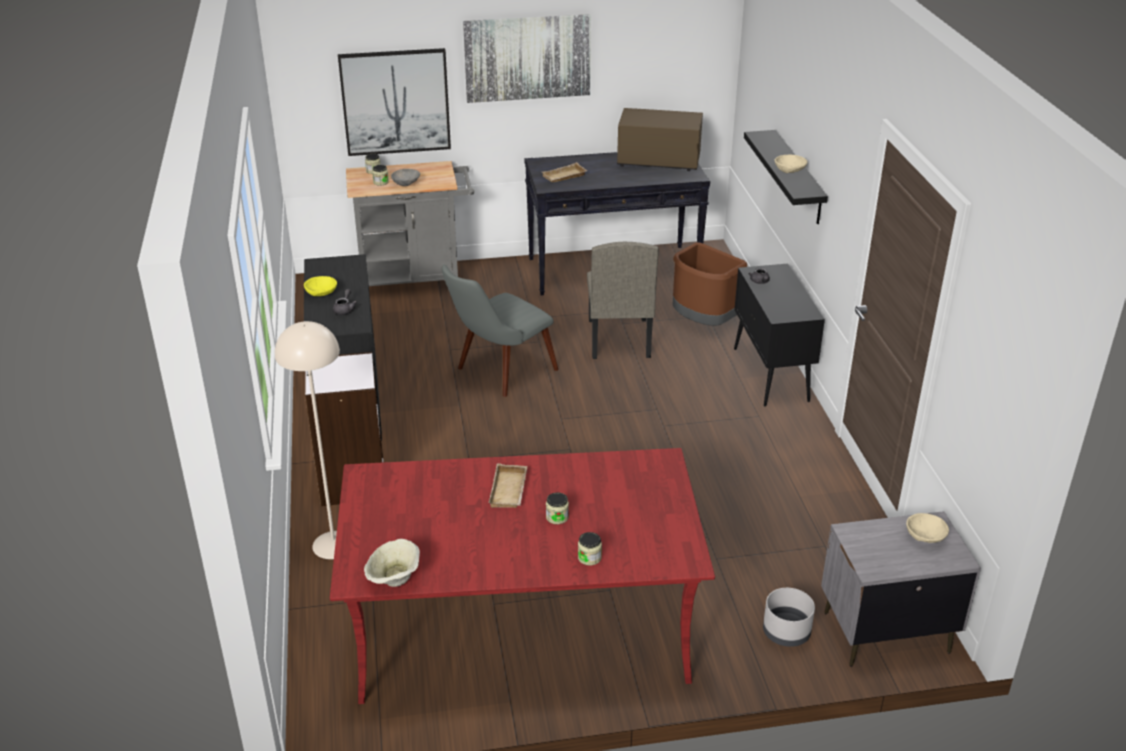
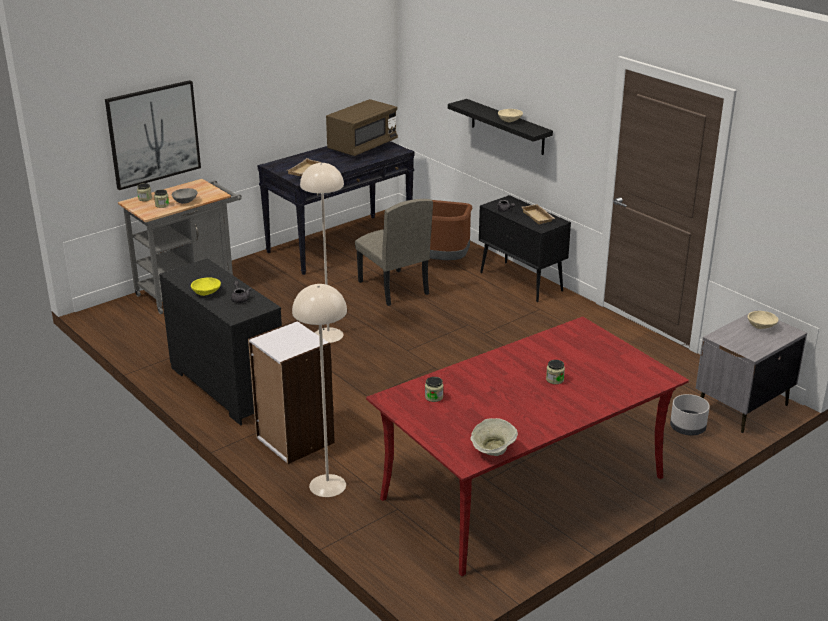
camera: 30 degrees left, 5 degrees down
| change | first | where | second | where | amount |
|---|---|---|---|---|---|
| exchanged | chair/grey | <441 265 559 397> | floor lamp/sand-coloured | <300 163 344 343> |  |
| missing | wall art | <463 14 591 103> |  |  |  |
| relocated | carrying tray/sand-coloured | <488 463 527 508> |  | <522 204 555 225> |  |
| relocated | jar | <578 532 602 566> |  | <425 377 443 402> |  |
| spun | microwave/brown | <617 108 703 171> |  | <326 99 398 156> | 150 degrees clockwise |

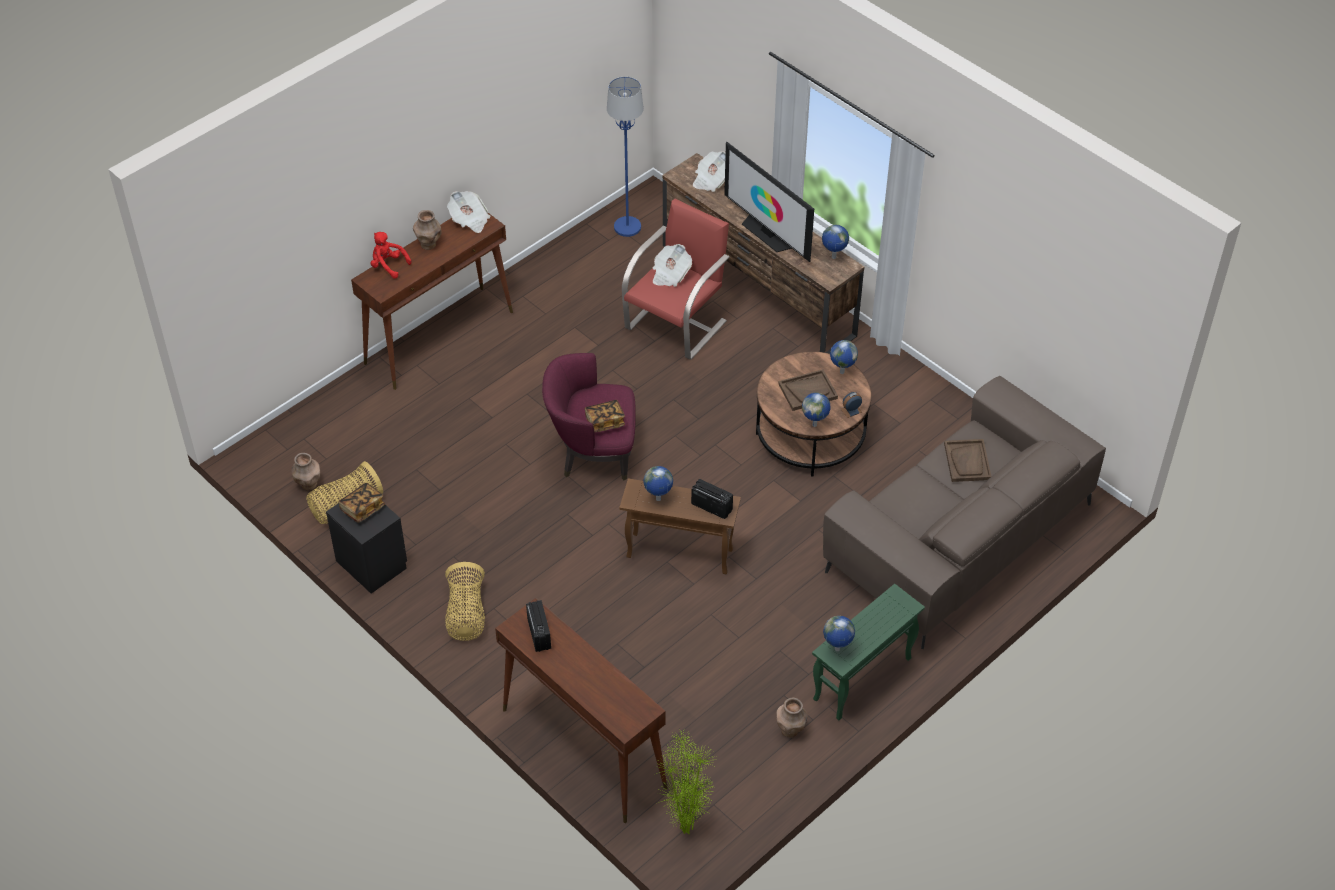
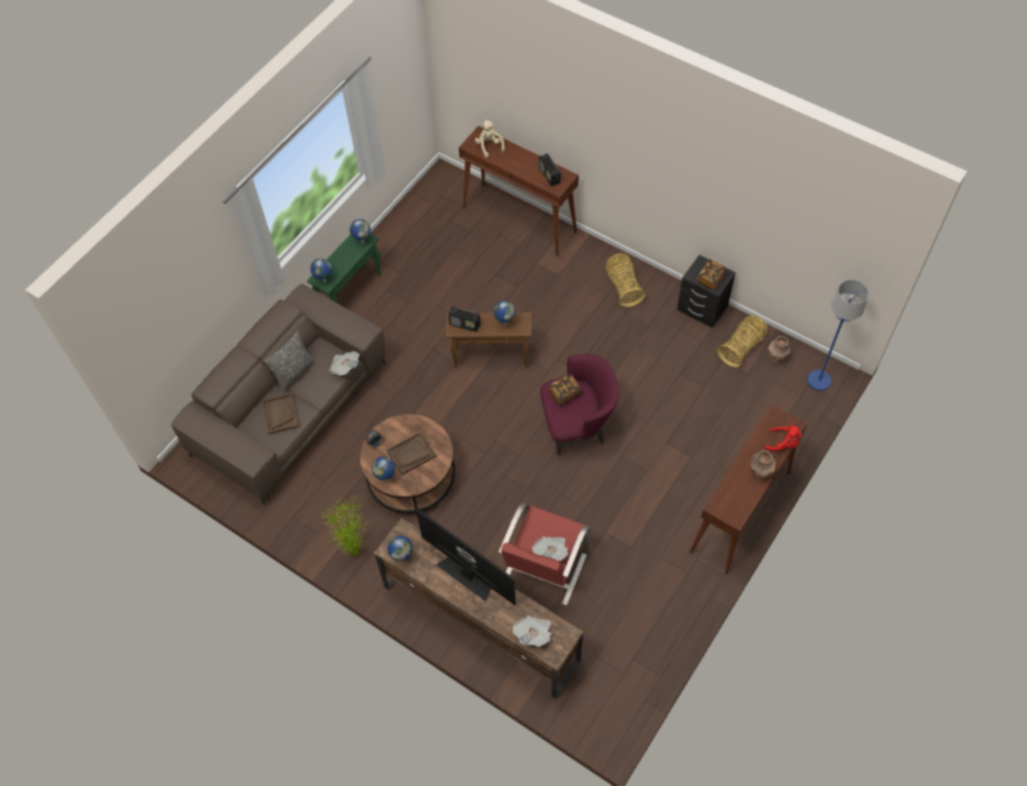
camera: 170 degrees right, 10 degrees up
| change | first | where | second | where | amount |
|---|---|---|---|---|---|
| relocated | printed paper | <447 191 491 233> |  | <329 351 360 375> |  |
| relocated | floor lamp/blue | <607 77 644 237> |  | <807 280 868 391> |  |
| relocated | houseplant | <655 728 717 834> |  | <321 496 368 557> |  |
| missing | flower vase/brown | <776 698 808 738> |  |  |  |
| relocated | desk globe | <802 393 831 427> |  | <310 258 332 283> |  |
| appeared |  |  | throw pillow | <264 331 316 392> |  |
| appeared |  |  | soft toy/sand-coloured | <475 120 505 158> |  |

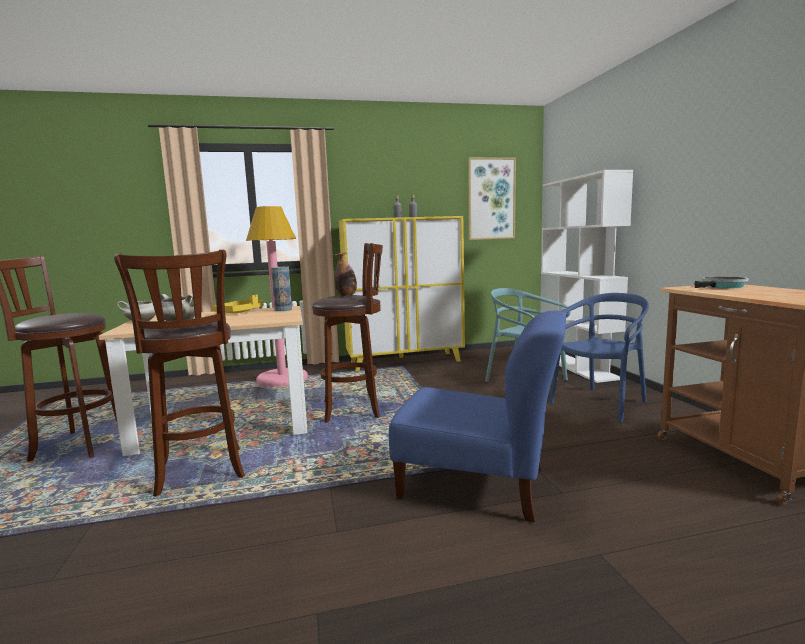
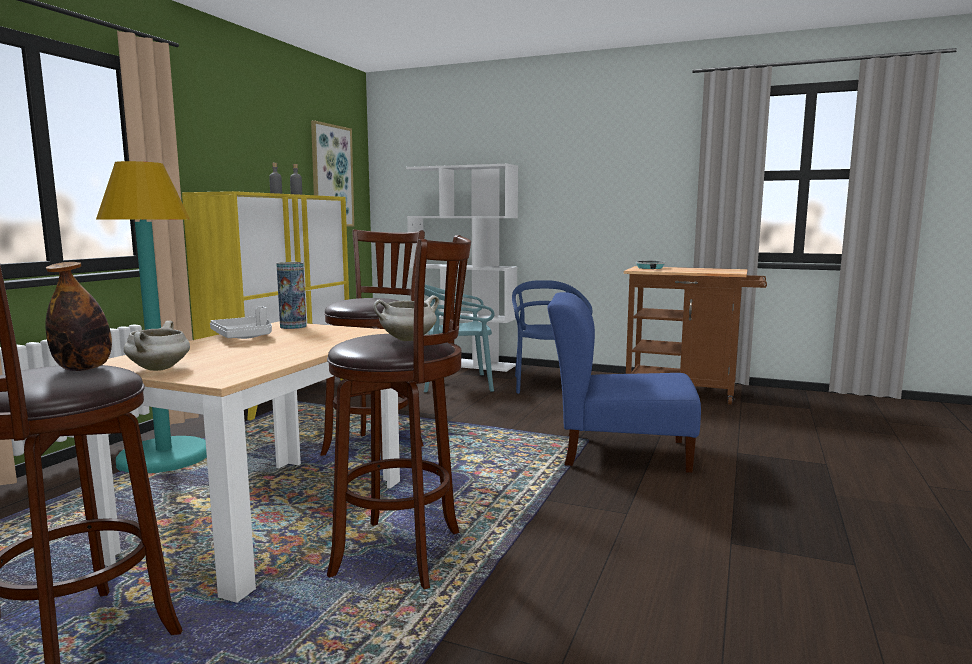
camera: 55 degrees left, 0 degrees up
| change | first | where | second | where | amount |
|---|---|---|---|---|---|
| colour | carrying tray/yellow-coloured | <212 294 264 313> | carrying tray/grey | <210 306 272 339> |  |
| colour | floor lamp/pinkish | <246 206 308 387> | floor lamp/blue-green | <96 161 207 473> |  |
| relocated | beverage bottle | <334 252 357 296> |  | <45 262 112 371> |  |
| spun | chair/blue | <389 310 566 522> |  | <548 292 701 473> | 135 degrees counterclockwise |

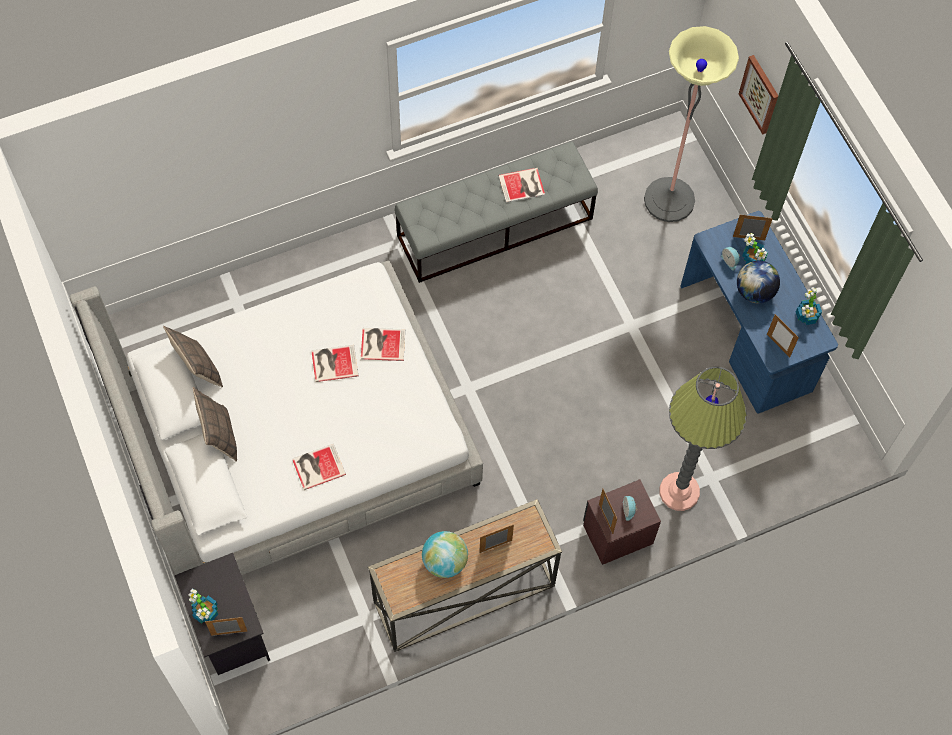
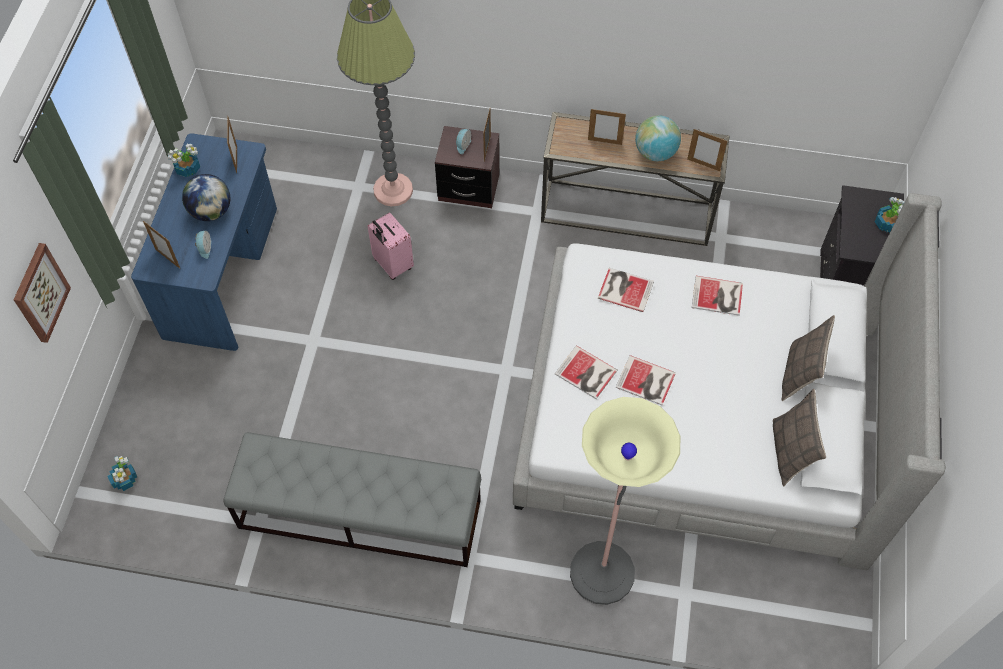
camera: 145 degrees left, 5 degrees down
| change | first | where | second | where | amount |
|---|---|---|---|---|---|
| relocated | photo frame | <205 617 248 636> |  | <687 129 728 171> |  |
| relocated | book | <498 168 545 203> |  | <598 268 654 312> |  |
| relocated | floor lamp | <644 26 739 222> |  | <570 397 680 605> |  |
| relocated | houseplant | <742 233 768 264> |  | <107 456 137 491> |  |
| appeared |  |  | suitcase/pinkish | <368 212 414 280> |  |

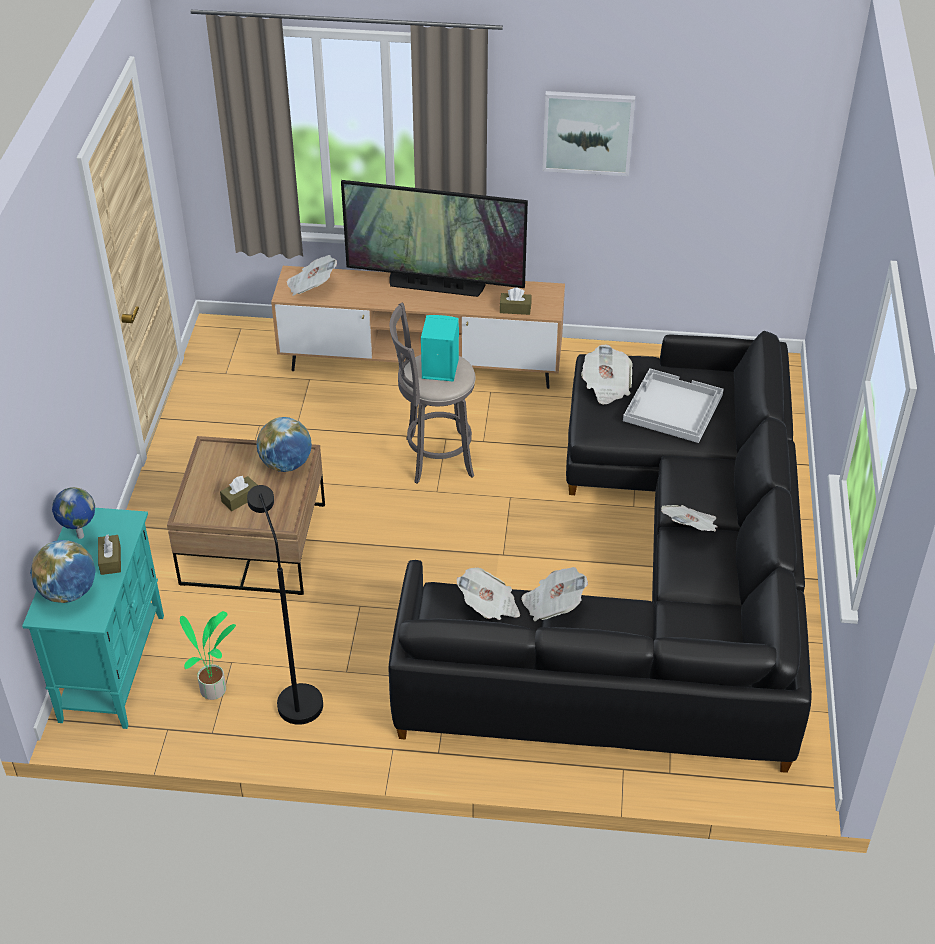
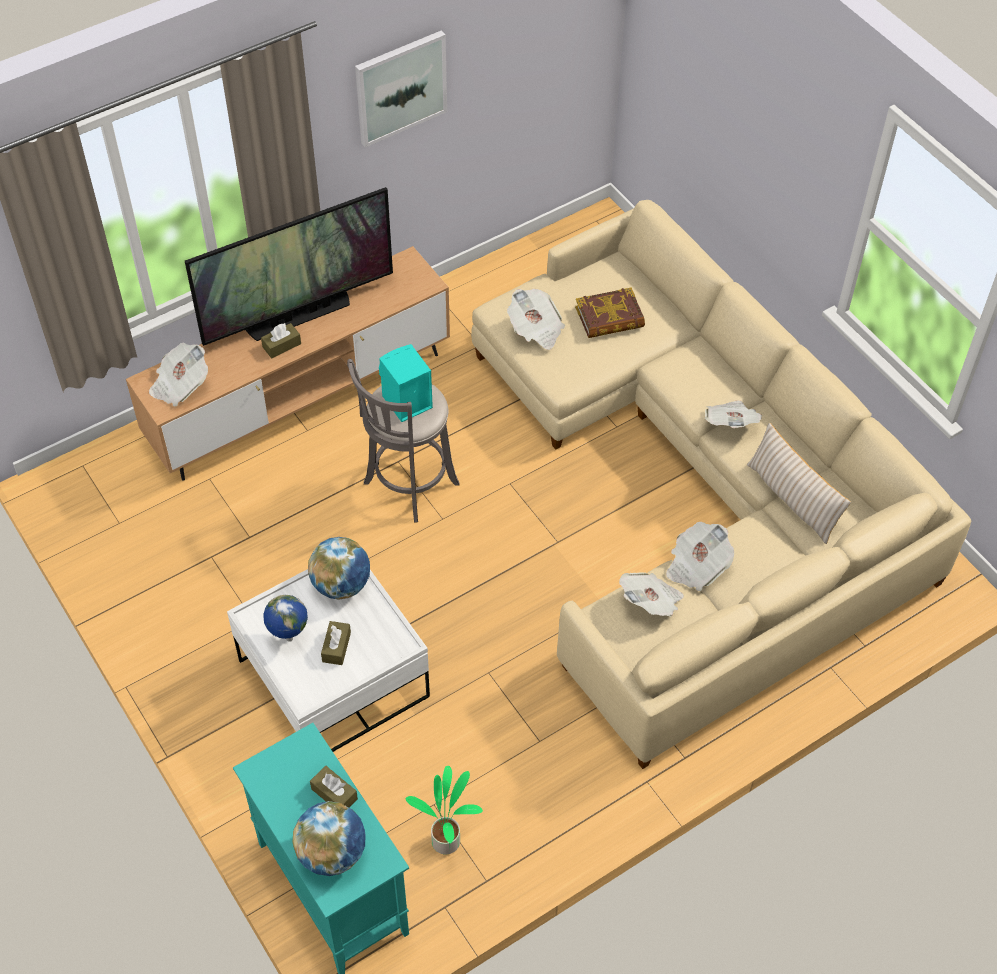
camera: 40 degrees left, 10 degrees up
| change | first | where | second | where | amount |
|---|---|---|---|---|---|
| relocated | desk globe | <52 487 95 539> |  | <263 595 308 642> |  |
| colour | low table/brown | <167 436 325 595> | low table/white-coloured | <227 569 430 752> |  |
| missing | floor lamp/blackish | <247 485 323 725> |  |  |  |
| colour | settee/blackish | <388 331 812 773> | settee/sand-coloured | <471 200 971 769> |  |
| relocated | tissue holder/brown | <500 287 532 315> |  | <261 323 301 358> |  |
| exchanged | carrying tray/white-coloured | <623 368 724 443> | book | <575 287 645 338> |  |
| appeared |  |  | throw pillow/sand-coloured | <747 423 851 544> |  |

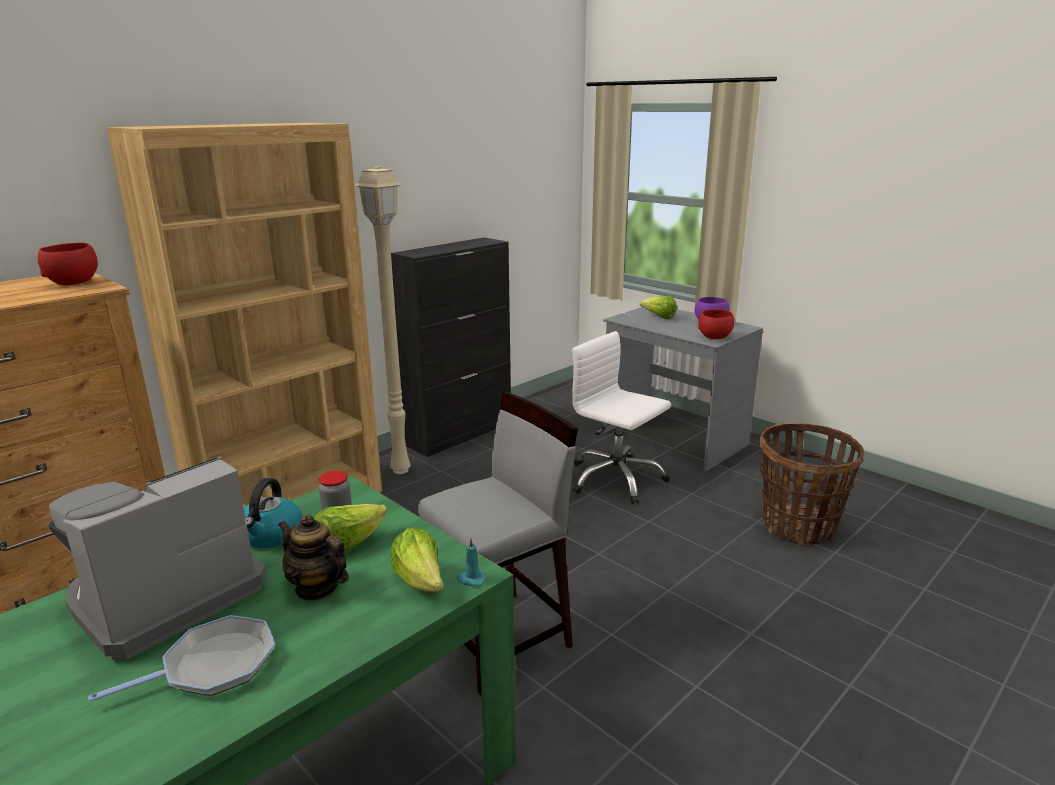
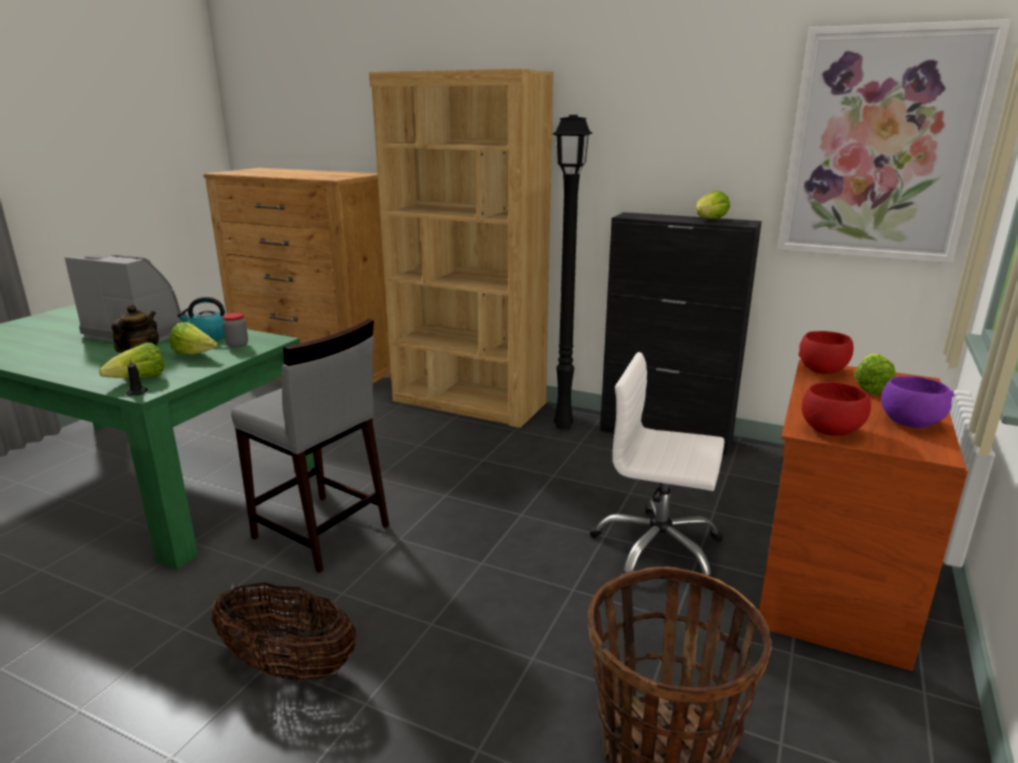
camera: 70 degrees right, 0 degrees up
| change | first | where | second | where | amount |
|---|---|---|---|---|---|
| relocated | bowl/red-coloured | <38 243 98 286> |  | <798 331 854 374> |  |
| missing | pan | <88 615 275 702> |  |  |  |
| colour | floor lamp/sand-coloured | <354 167 411 474> | floor lamp/blackish | <553 115 592 430> |  |
| colour | wax light/blue-green | <457 537 487 586> | wax light/blackish | <125 359 148 396> |  |
| spun | desk chair/white-coloured | <572 331 671 504> |  | <590 352 724 578> | 90 degrees counterclockwise |
| colour | desk/grey | <603 307 763 472> | desk/brown | <759 360 968 671> |  |
| appeared |  |  | storage basket | <211 583 356 681> |  |
| appeared |  |  | lettuce | <696 190 730 219> |  |
| appeared |  |  | wall art | <777 19 1011 263> |  |

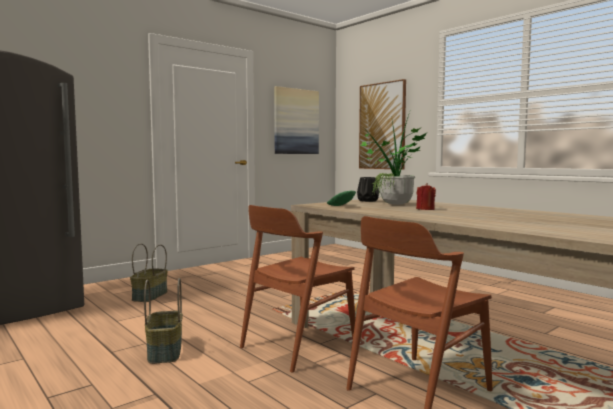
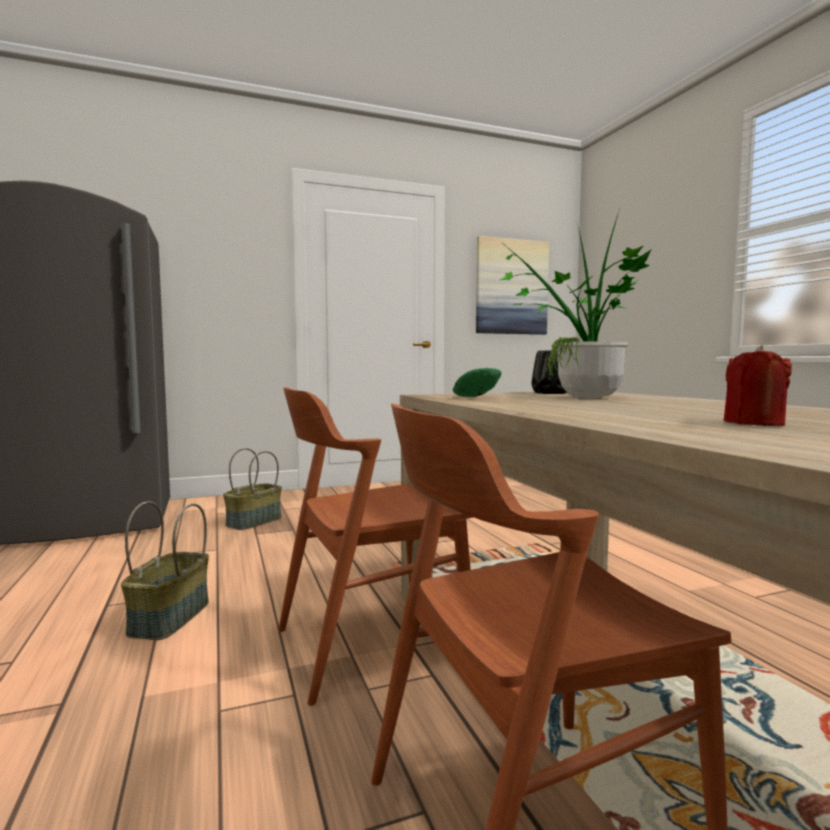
camera: 20 degrees right, 0 degrees up
| change | first | where | second | where | amount |
|---|---|---|---|---|---|
| missing | wall art | <359 79 406 170> |  |  |  |
| relocated | wax light/red-coloured | <416 183 436 210> |  | <723 345 792 426> |  |

